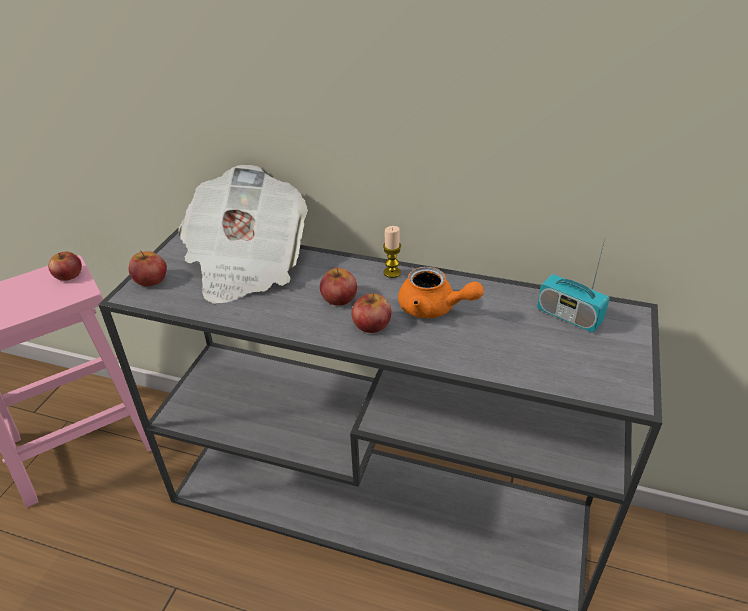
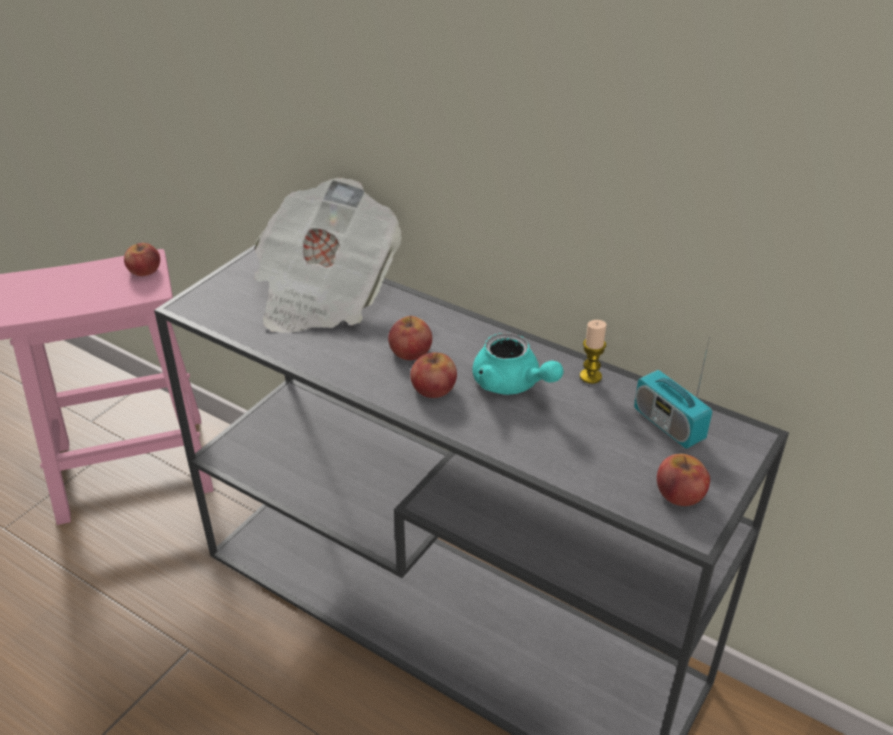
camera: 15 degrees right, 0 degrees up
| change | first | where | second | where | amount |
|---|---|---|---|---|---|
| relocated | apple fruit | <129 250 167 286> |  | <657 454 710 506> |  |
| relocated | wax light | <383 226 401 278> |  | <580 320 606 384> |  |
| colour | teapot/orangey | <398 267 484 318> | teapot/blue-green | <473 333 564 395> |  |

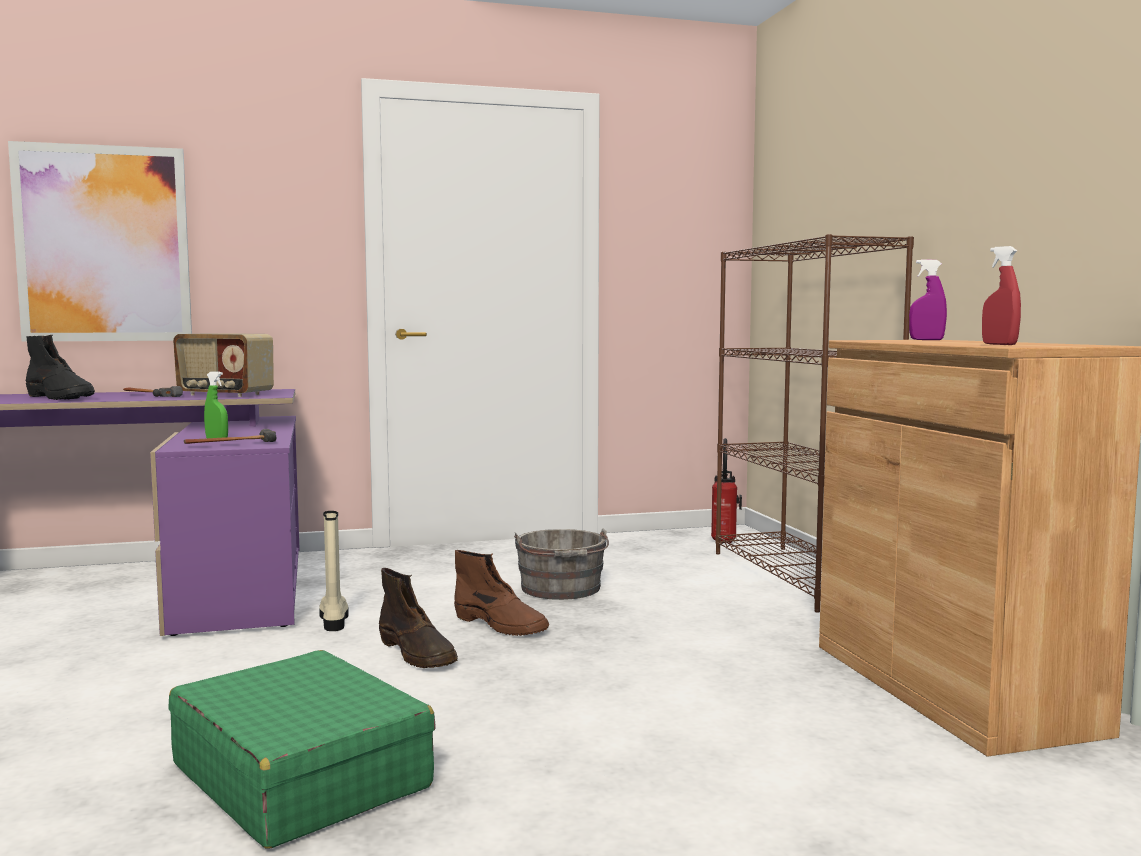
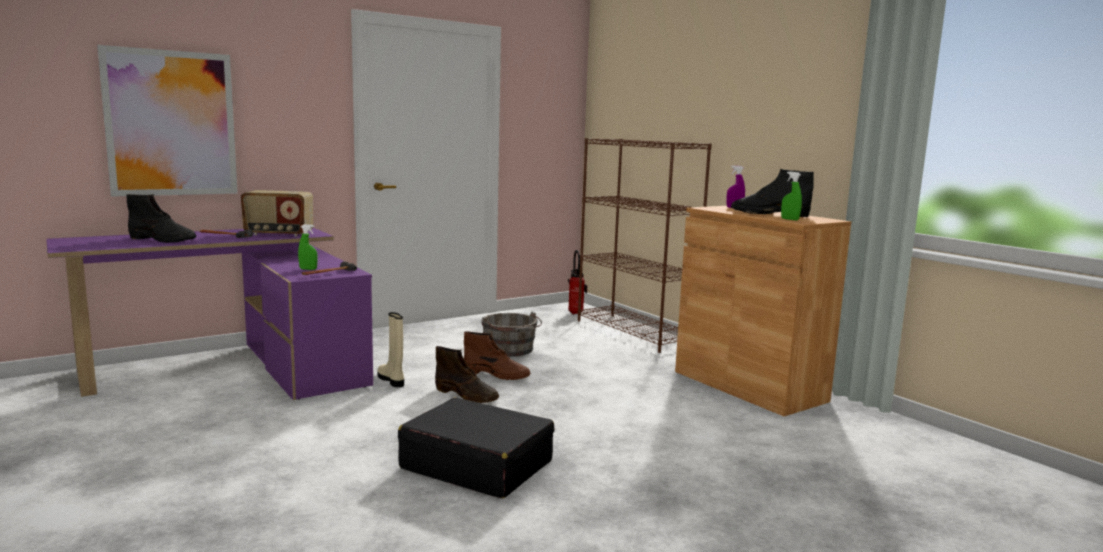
camera: 20 degrees left, 5 degrees up
| change | first | where | second | where | amount |
|---|---|---|---|---|---|
| colour | suitcase/green | <169 650 436 849> | suitcase/blackish | <398 397 555 498> |  |
| colour | spray bottle/red-coloured | <982 246 1021 345> | spray bottle/green | <781 172 802 221> |  |
| appeared |  |  | boot/blackish | <731 169 814 217> |  |

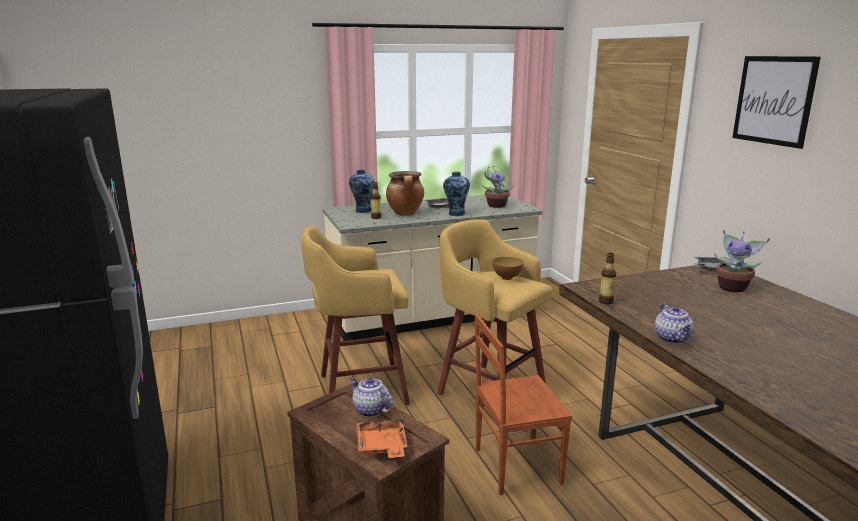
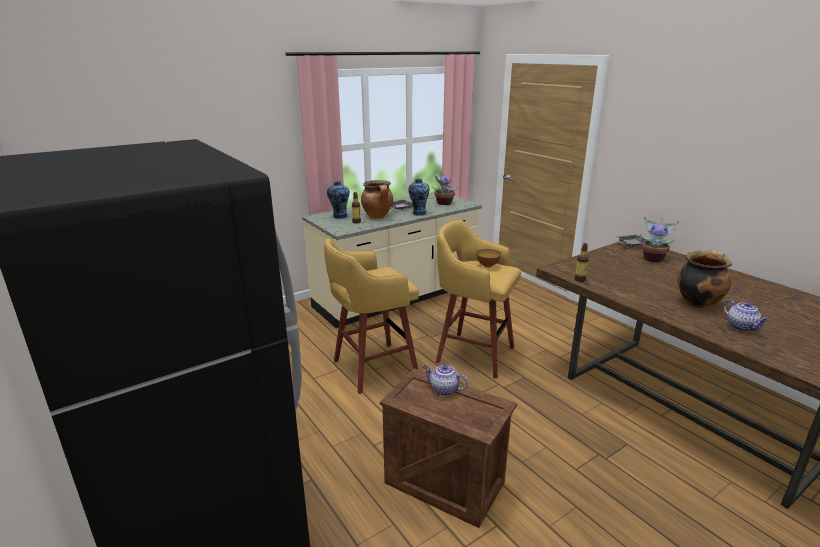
camera: 15 degrees left, 5 degrees up
| change | first | where | second | where | amount |
|---|---|---|---|---|---|
| missing | carrying tray/orangey | <357 417 408 458> |  |  |  |
| missing | chair/brown | <475 313 572 495> |  |  |  |
| relocated | teapot | <655 304 694 344> |  | <723 299 769 332> |  |
| missing | wall art | <732 56 821 149> |  |  |  |
| appeared |  |  | saucepot | <677 250 732 309> |  |

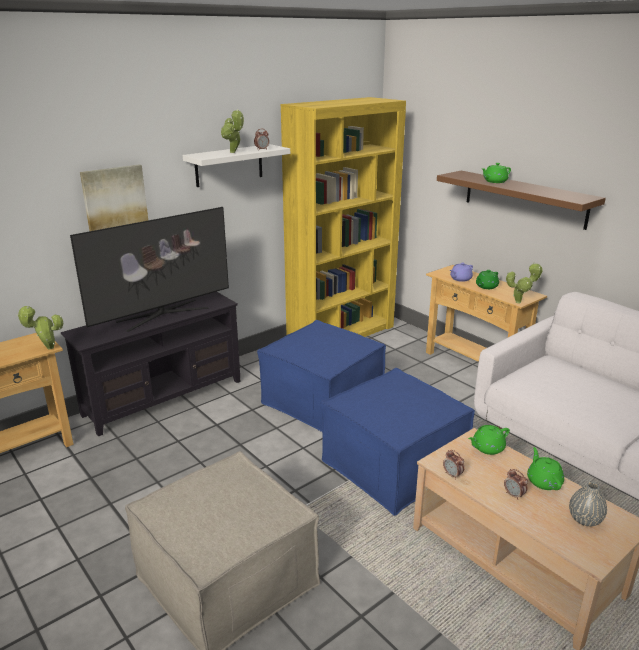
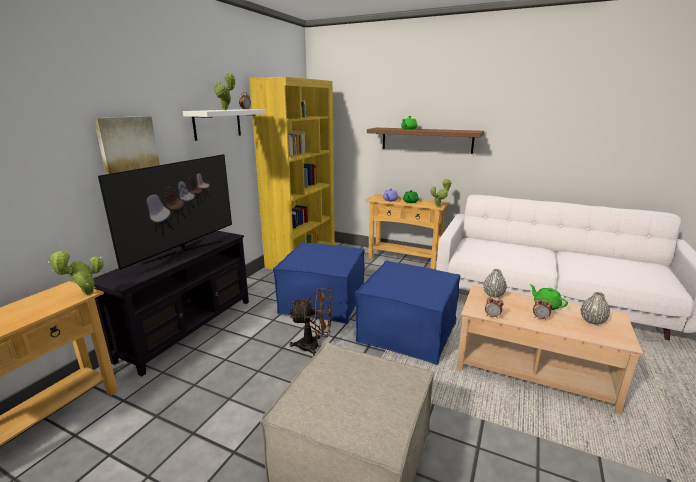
camera: 25 degrees left, 5 degrees down
| change | first | where | second | where | amount |
|---|---|---|---|---|---|
| exchanged | teapot/green | <468 425 510 455> | flower vase/grey | <483 269 507 297> |  |
| appeared |  |  | electric fan/brown | <289 287 332 356> |  |

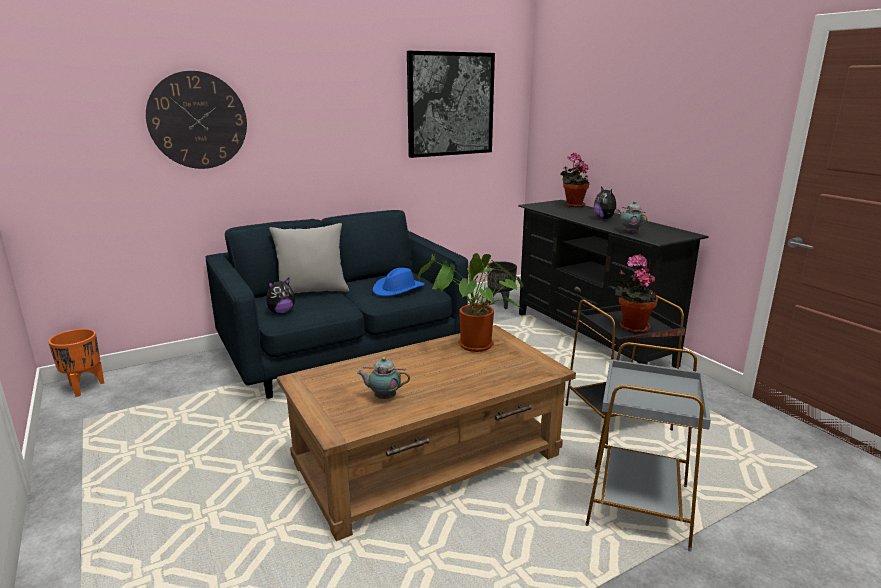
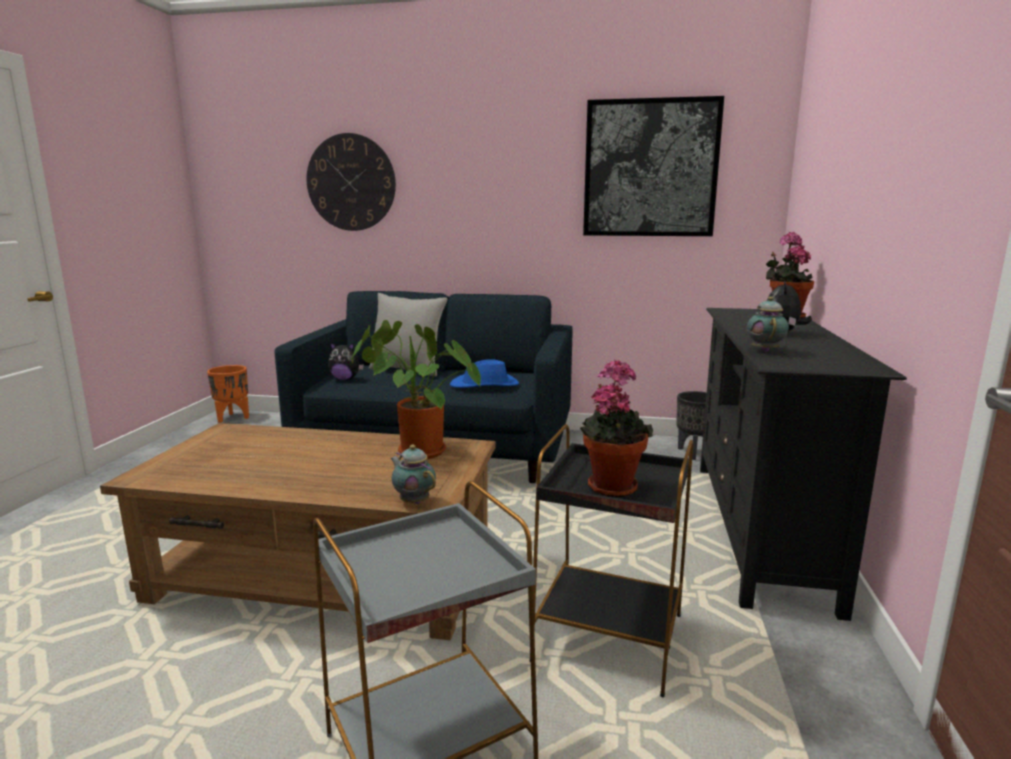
camera: 40 degrees right, 5 degrees down
| change | first | where | second | where | amount |
|---|---|---|---|---|---|
| relocated | teapot | <357 357 410 399> |  | <390 445 436 504> |  |

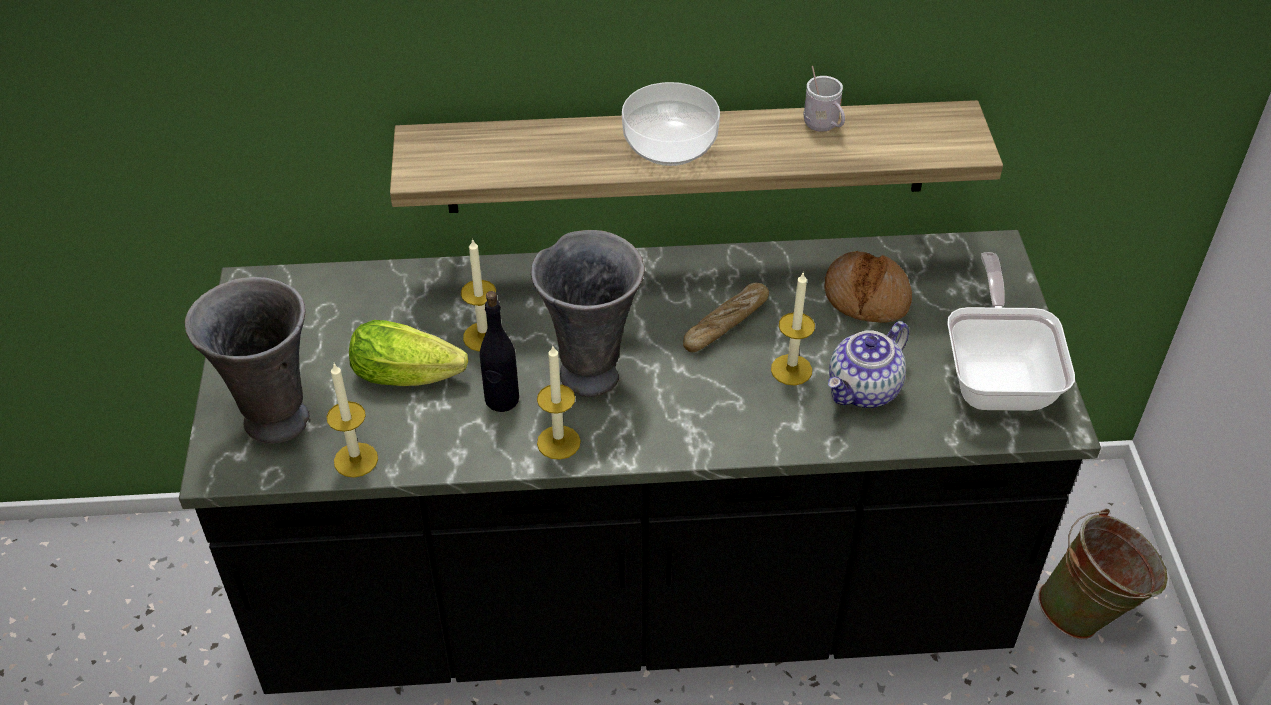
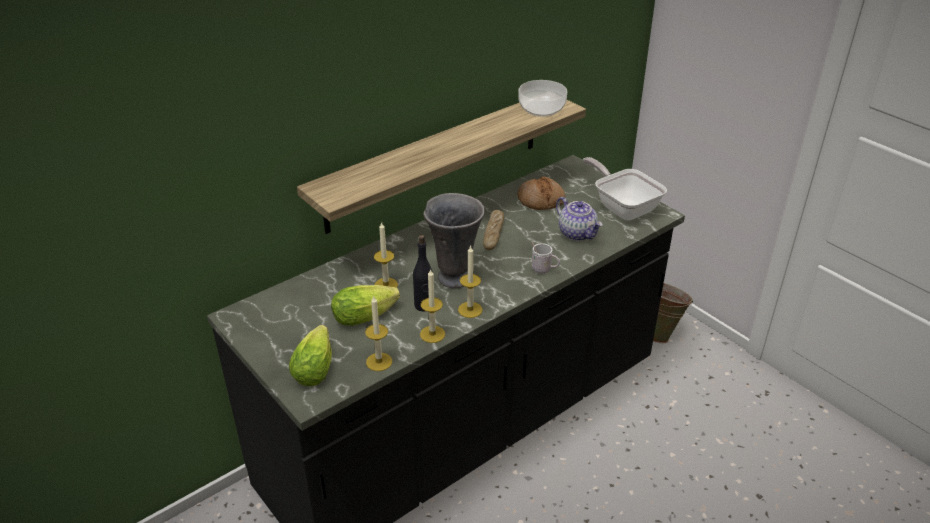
camera: 35 degrees left, 10 degrees down
| change | first | where | second | where | amount |
|---|---|---|---|---|---|
| exchanged | flower vase/grey | <185 277 309 444> | lettuce | <289 325 332 386> |  |
| relocated | bowl | <622 82 720 166> |  | <518 80 567 117> |  |
| relocated | wax light | <771 273 815 386> |  | <420 269 445 343> |  |
| relocated | mug/white-coloured | <804 66 845 132> |  | <531 241 560 274> |  |
| spun | teapot | <828 321 909 408> |  | <556 197 603 241> | 45 degrees counterclockwise |

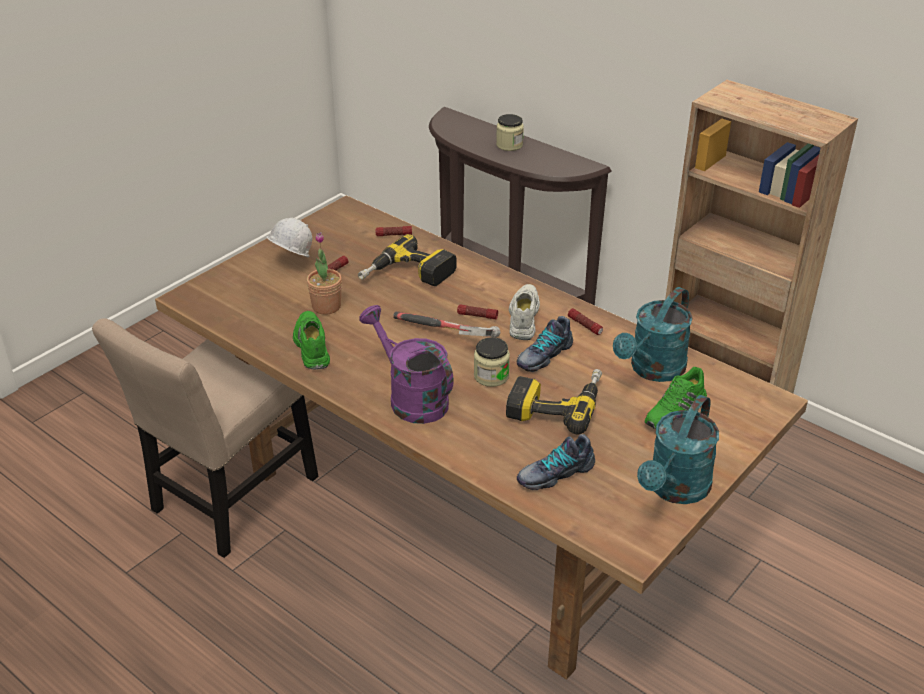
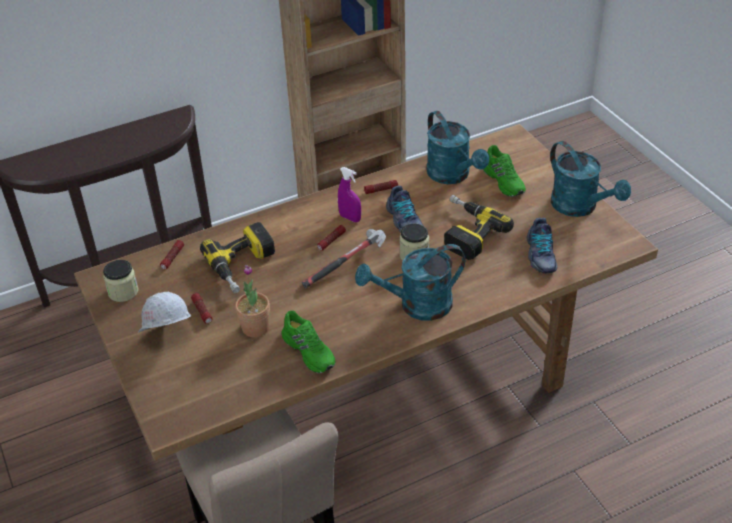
camera: 65 degrees left, 5 degrees up
| change | first | where | second | where | amount |
|---|---|---|---|---|---|
| spun | shoe/green | <293 311 330 370> |  | <281 311 335 373> | 135 degrees counterclockwise |
| colour | watering pot/purple | <359 305 454 424> | watering pot/blue-green | <355 244 465 321> |  |
| relocated | jar | <496 114 524 151> |  | <103 260 139 302> |  |
| exchanged | shoe/white-coloured | <509 284 540 340> | spray bottle/purple | <338 167 361 222> |  |

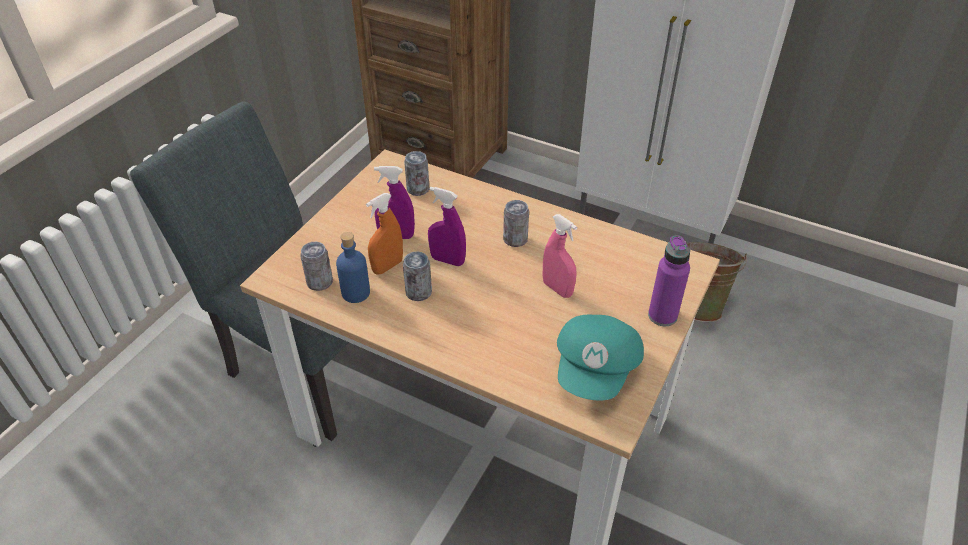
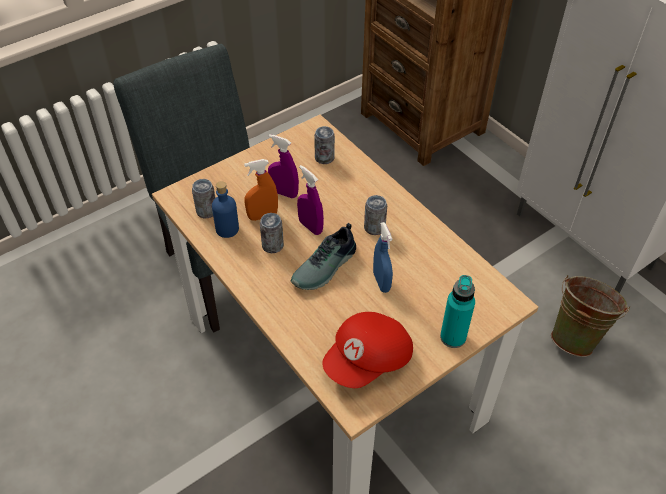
camera: 25 degrees right, 5 degrees up
| change | first | where | second | where | amount |
|---|---|---|---|---|---|
| colour | spray bottle/pinkish | <543 214 577 298> | spray bottle/blue | <373 222 393 293> |  |
| colour | cap/blue-green | <557 315 644 401> | cap/red-coloured | <322 312 413 388> |  |
| colour | beverage bottle/purple | <648 235 690 326> | beverage bottle/blue-green | <440 275 475 348> |  |
| appeared |  |  | shoe | <291 223 356 290> |  |

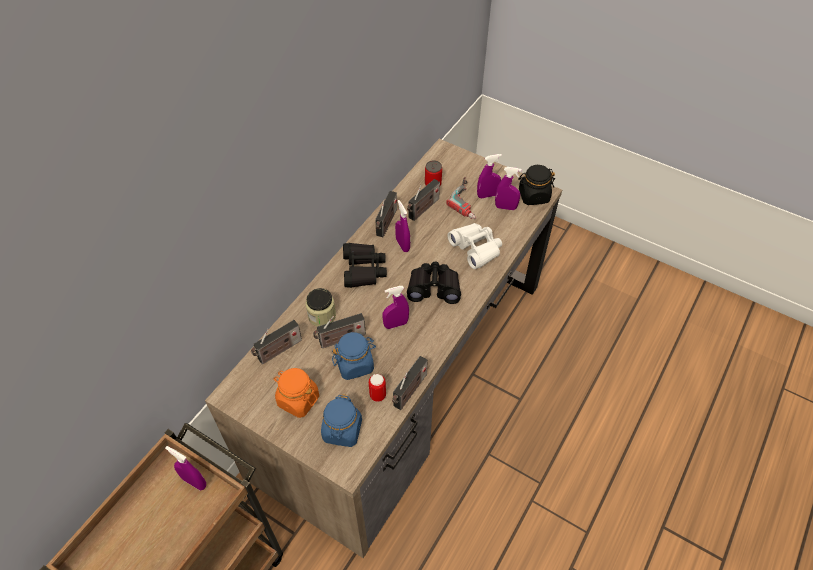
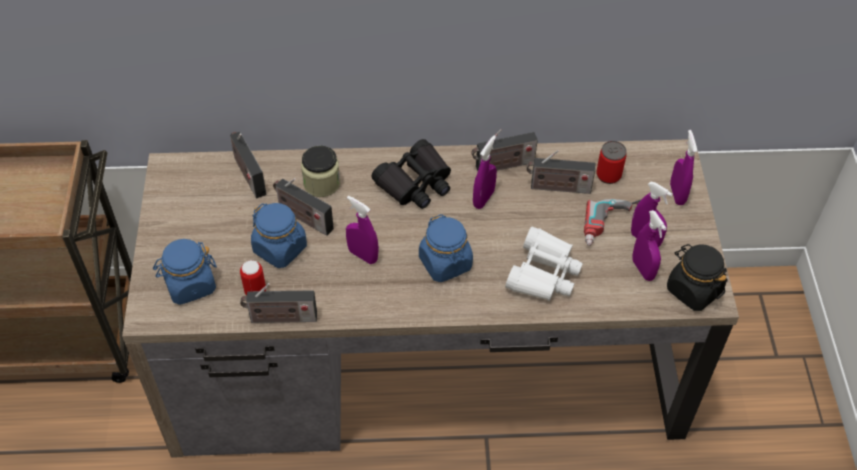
camera: 55 degrees right, 0 degrees up
| change | first | where | second | where | amount |
|---|---|---|---|---|---|
| relocated | spray bottle/purple | <165 446 206 491> |  | <670 130 698 205> |  |
| spun | radio set | <251 320 302 364> |  | <230 132 266 198> | 45 degrees clockwise |
| missing | jar/orangey | <273 368 319 418> |  |  |  |
| exchanged | pair of binoculars/blackish | <407 261 461 304> | jar/blue | <419 214 473 282> |  |

